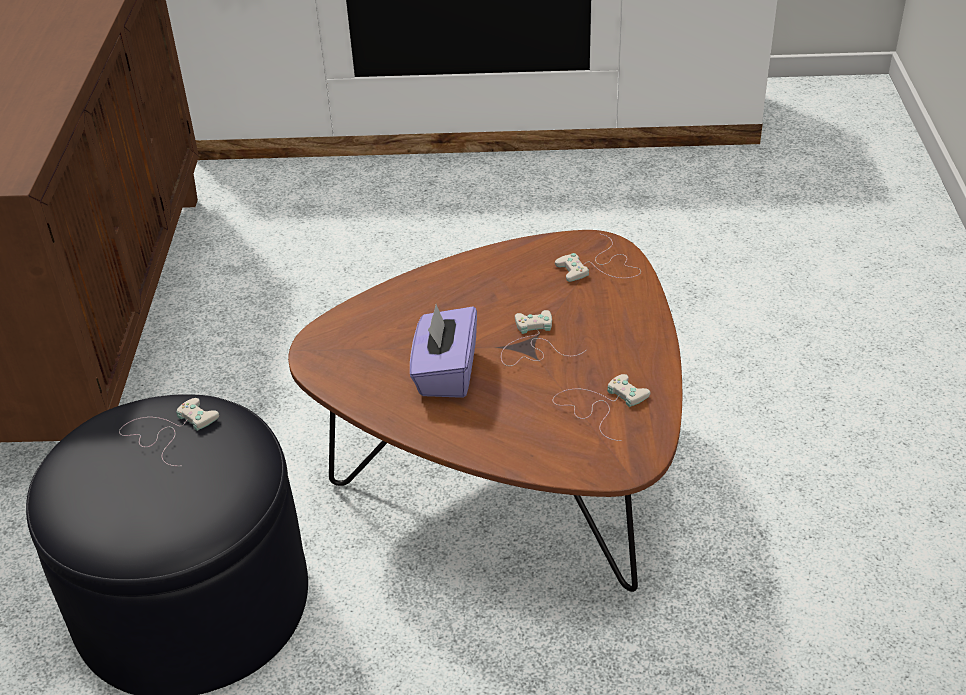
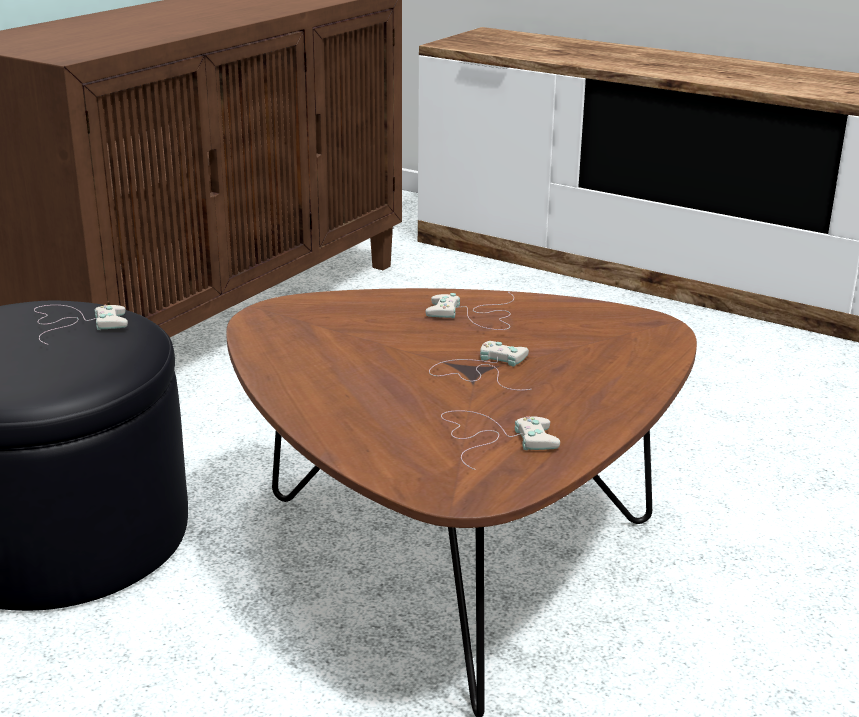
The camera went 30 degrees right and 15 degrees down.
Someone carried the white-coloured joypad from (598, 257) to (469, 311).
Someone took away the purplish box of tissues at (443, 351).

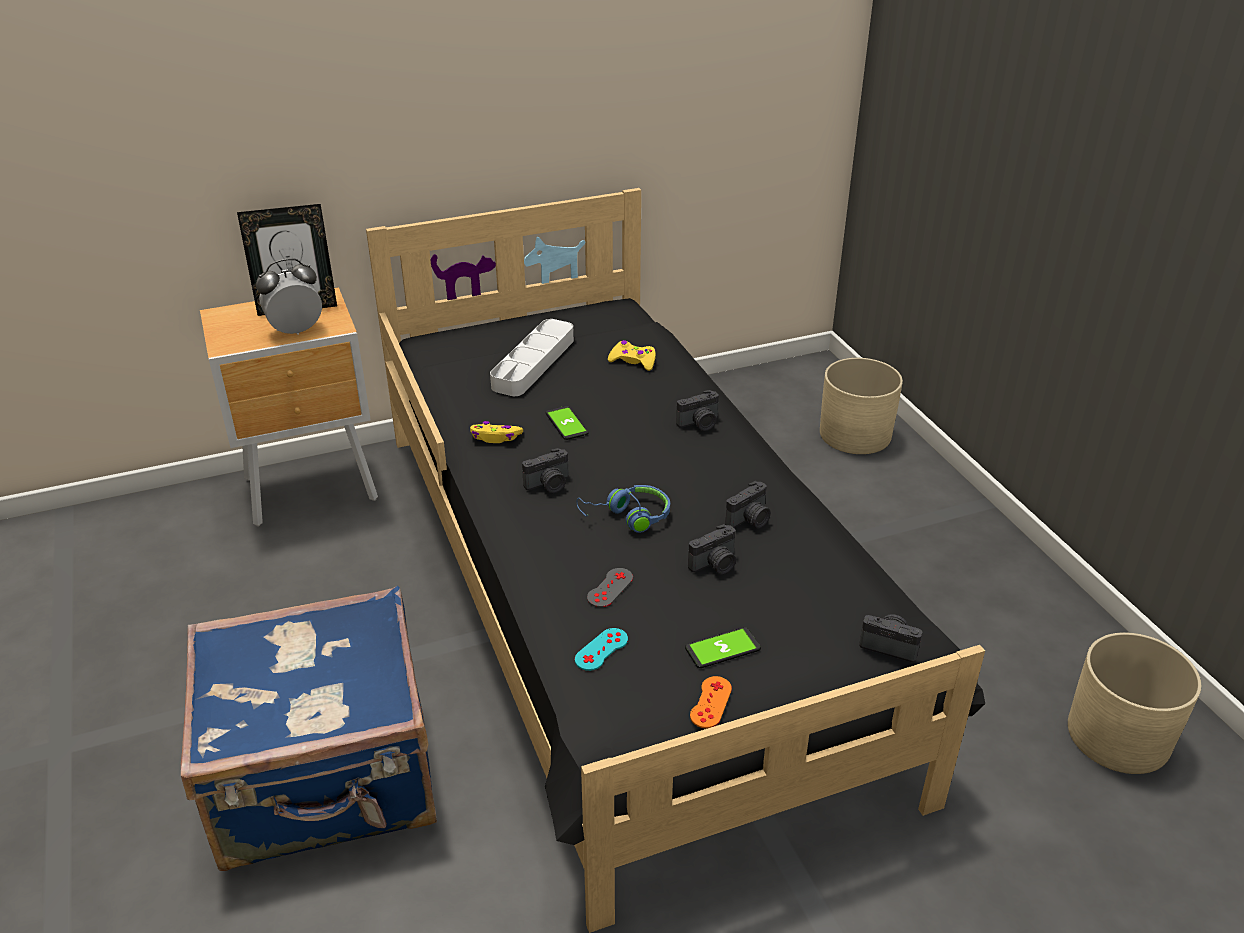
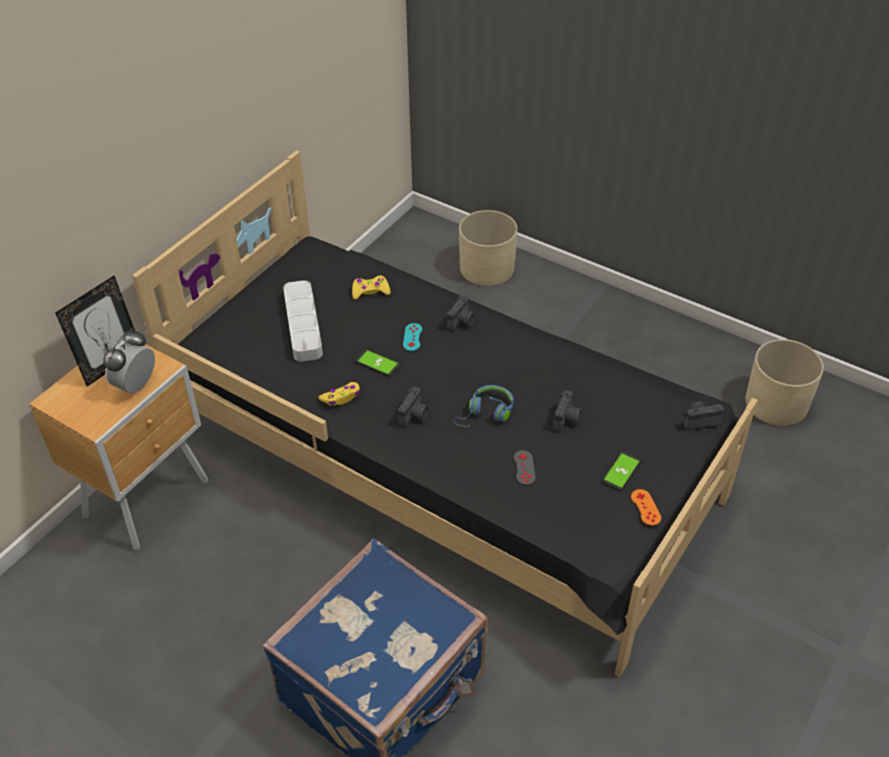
The camera went 35 degrees left and 10 degrees up.
Someone carried the blue-green joypad from (601, 649) to (412, 337).
Someone took away the still camera at (748, 505).

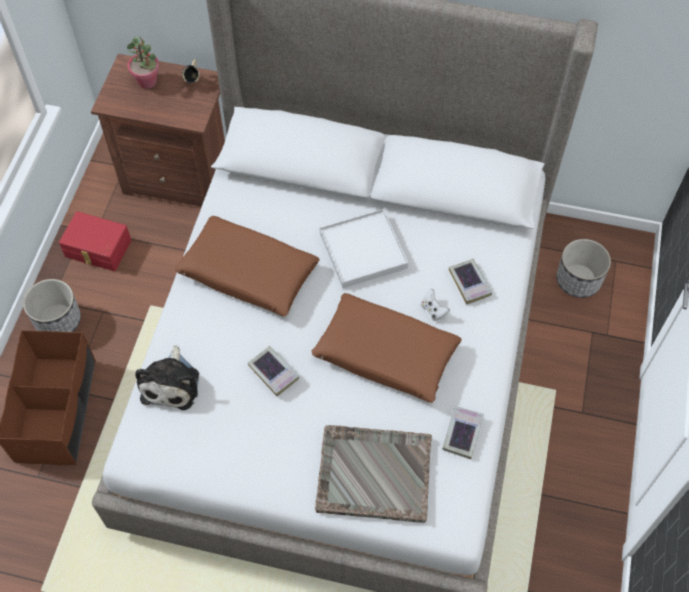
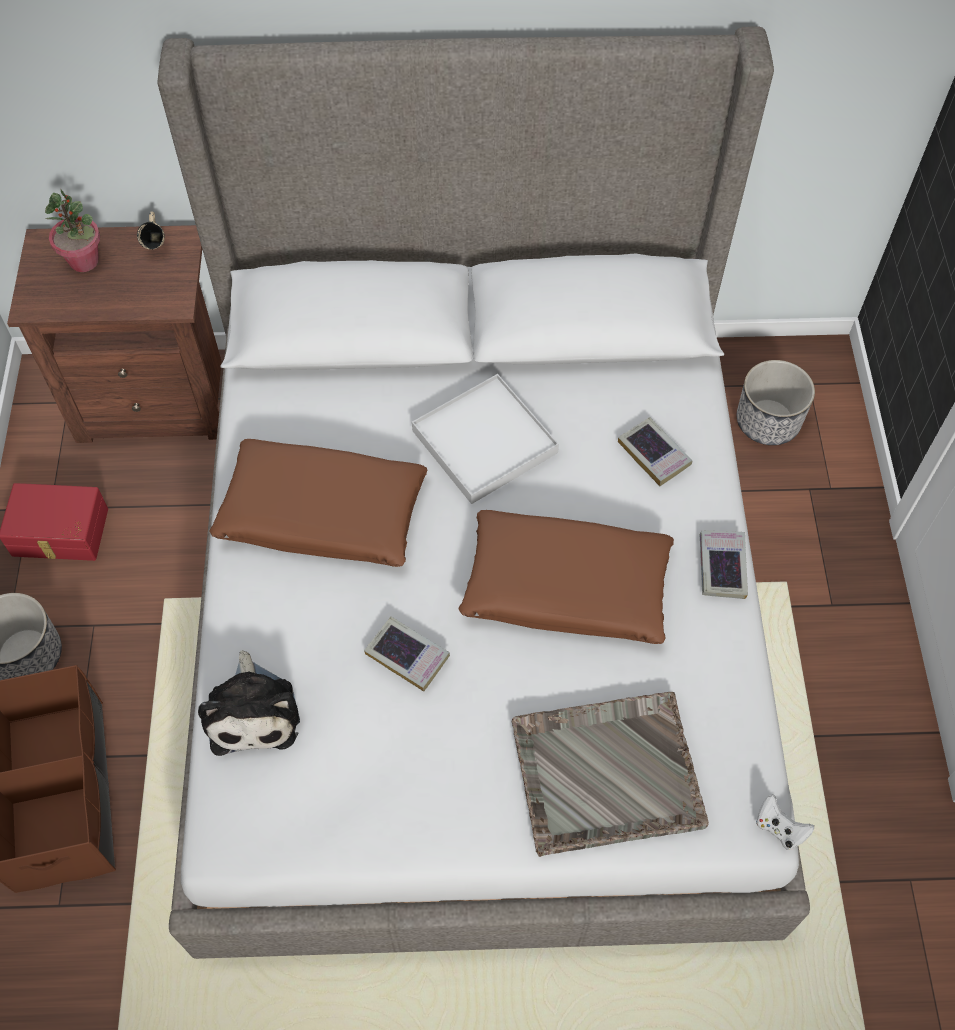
The camera went 15 degrees left and 0 degrees up.
Someone carried the book from (463, 432) to (724, 565).
Someone carried the white-coloured joypad from (435, 305) to (785, 822).

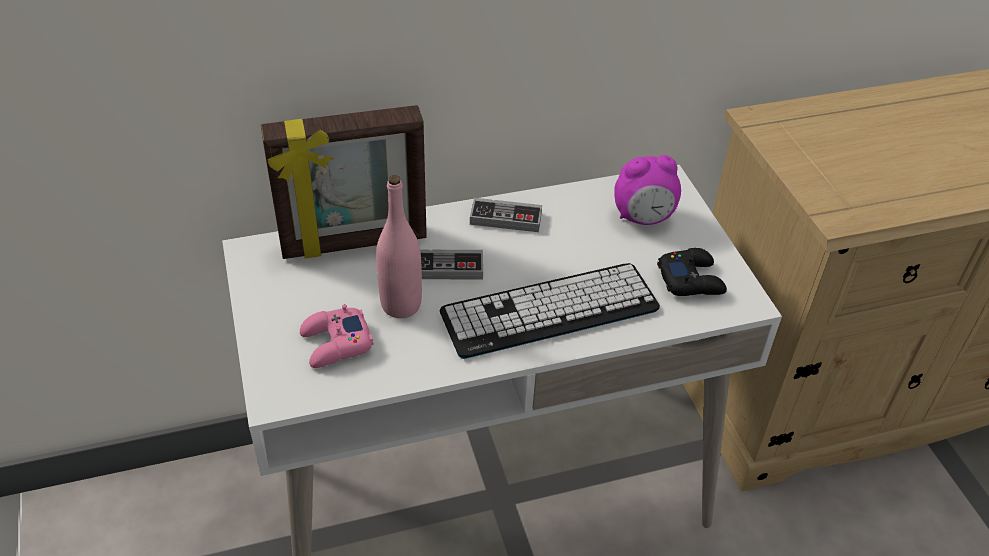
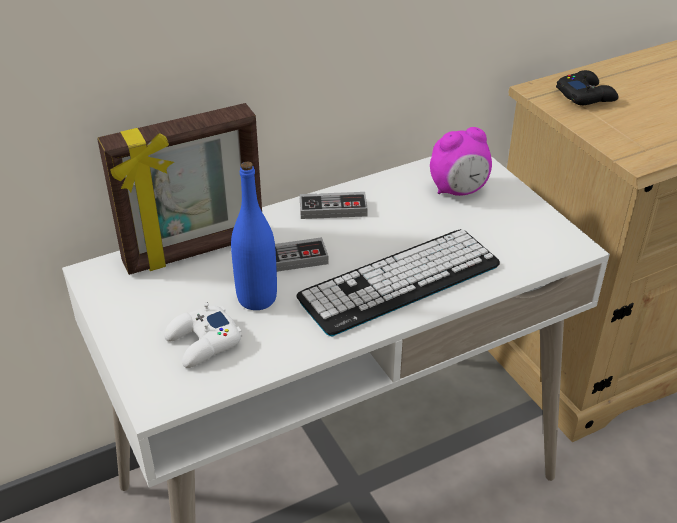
The camera went 10 degrees left and 5 degrees down.
Someone repainted the pinkish joypad at (337, 336), which became the white-coloured joypad at (203, 335).
Someone repainted the pinkish beverage bottle at (399, 246), which became the blue-coloured beverage bottle at (254, 235).
Someone carried the blackish joypad from (692, 272) to (587, 87).

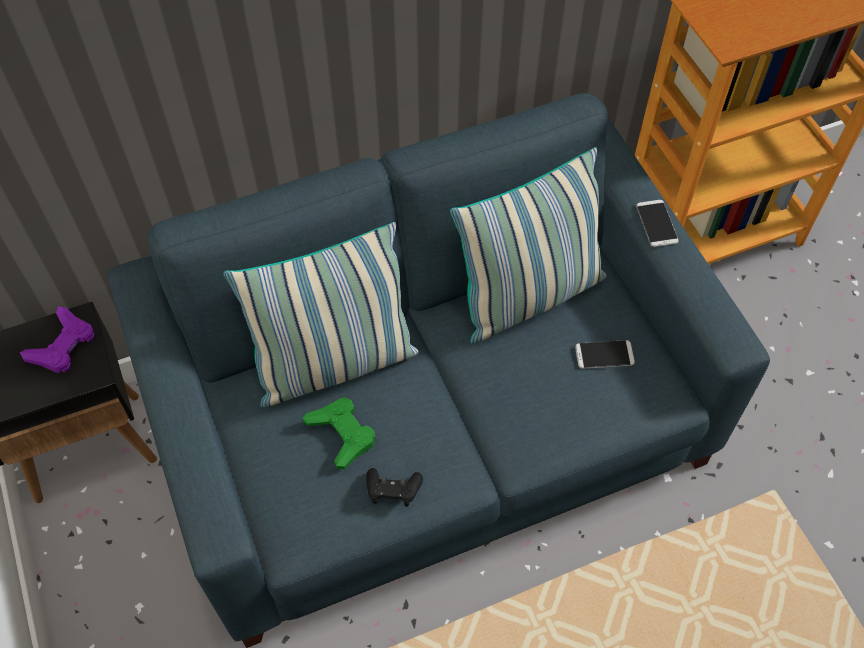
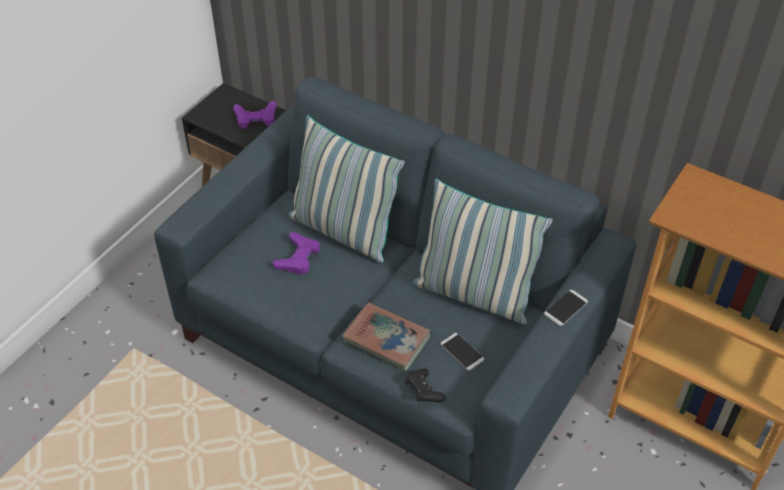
The camera went 55 degrees right and 10 degrees down.
Someone repainted the greenish joypad at (339, 433), which became the purplish joypad at (296, 253).
Someone put down the book at (386, 337).
Someone carried the blackish joypad from (394, 487) to (425, 385).

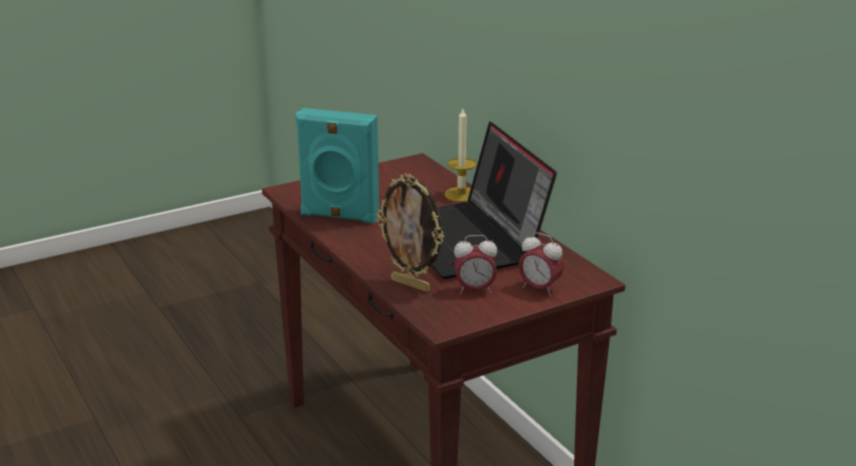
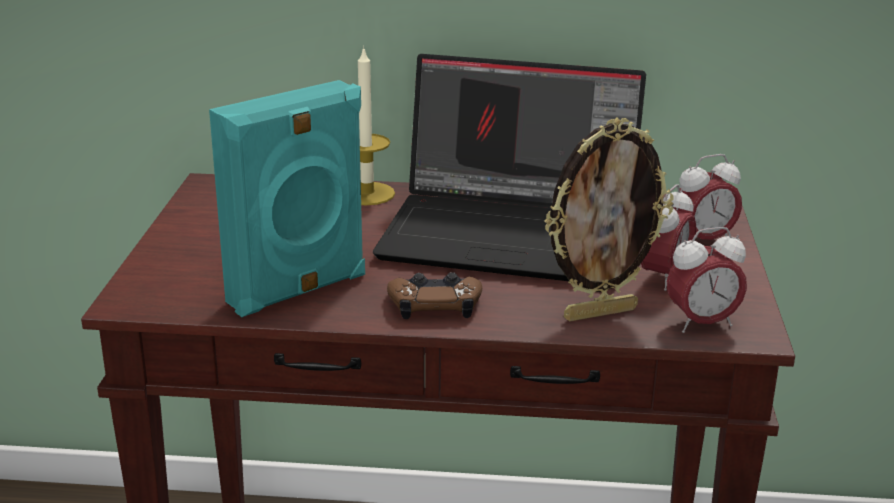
The camera went 55 degrees left and 0 degrees up.
Someone put down the brown joypad at (434, 295).
Someone put down the table clock at (707, 280).

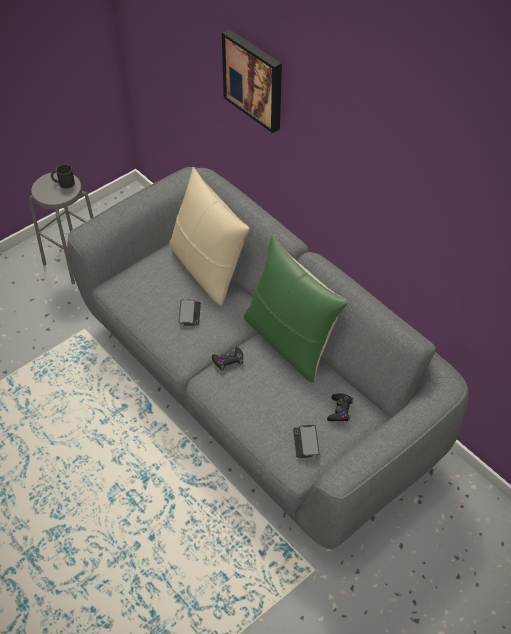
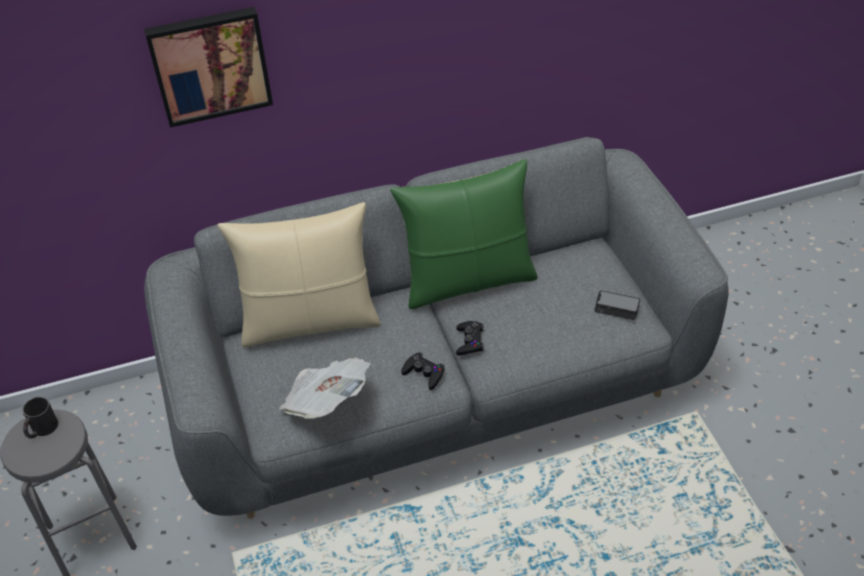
The camera went 65 degrees left and 5 degrees down.
Someone put down the daily paper at (324, 388).
Someone carried the blackish joypad from (340, 407) to (423, 371).
Someone took away the telephone at (189, 313).

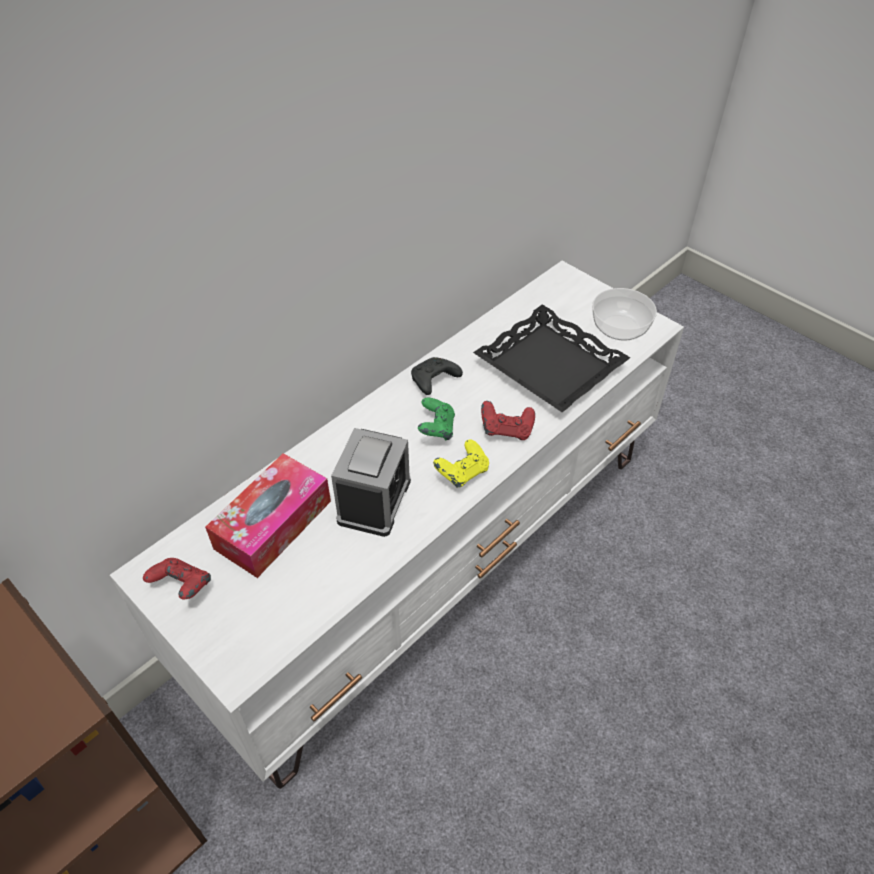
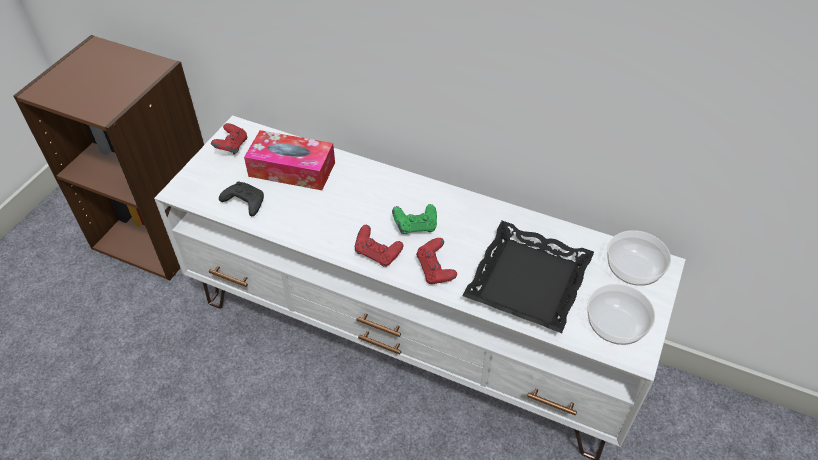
The camera went 70 degrees right and 0 degrees up.
Someone carried the blackish joypad from (437, 376) to (241, 198).
Someone repainted the yellow joypad at (461, 463), which became the reddish joypad at (379, 246).
Someone put down the deep dish at (639, 258).
Someone took away the table clock at (371, 482).

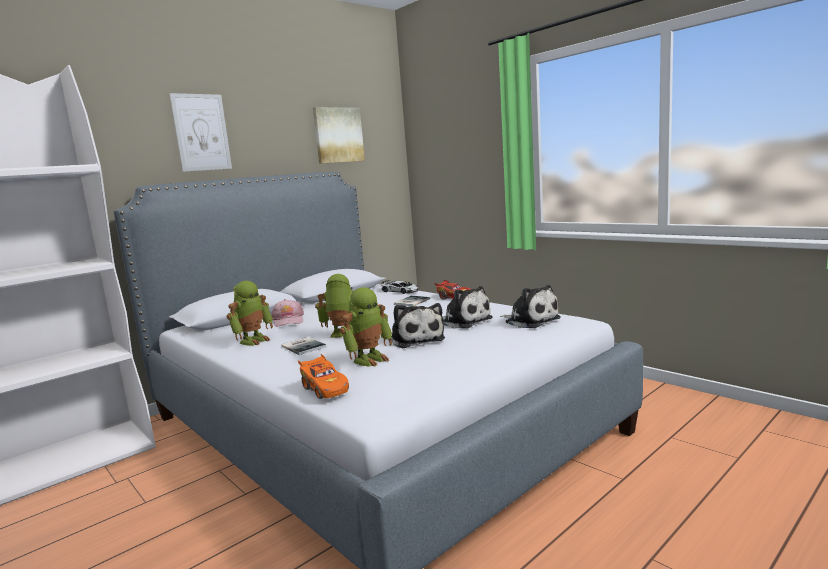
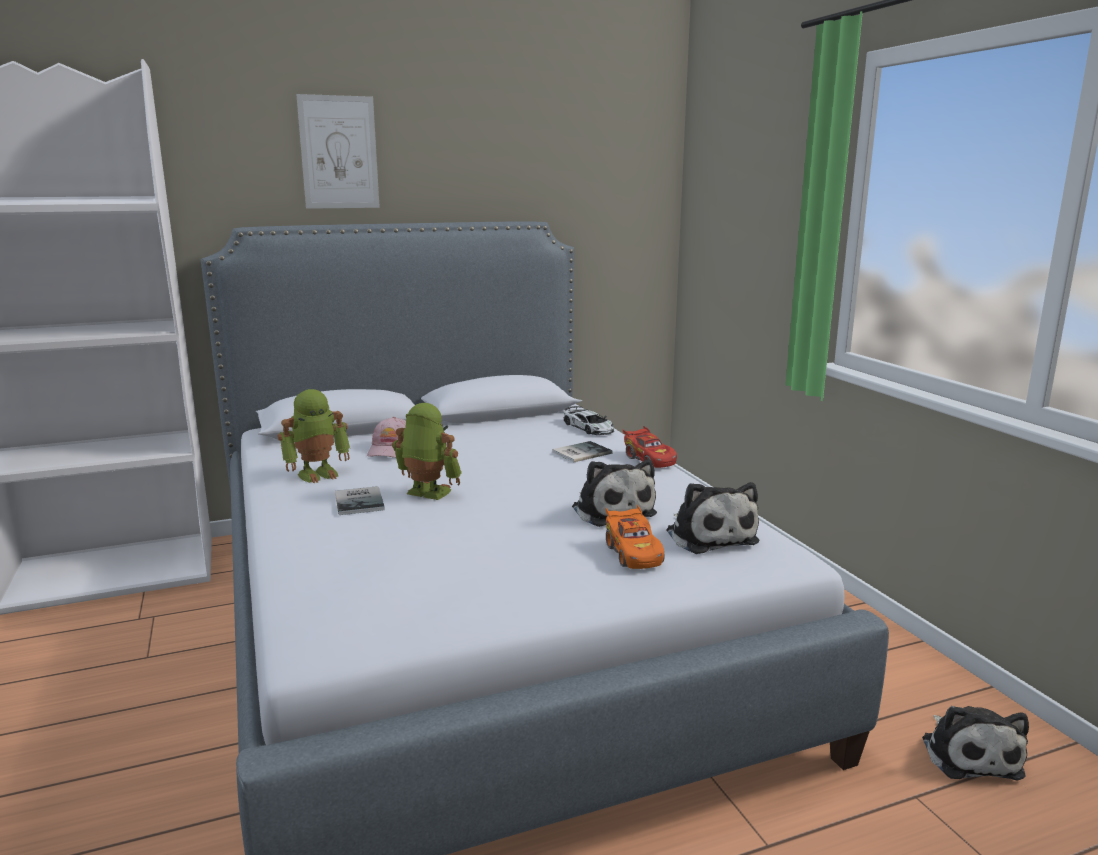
The camera went 20 degrees right and 5 degrees up.
Someone carried the orange-coloured miniature car from (323, 376) to (635, 537).
Someone carried the plush toy from (418, 325) to (975, 743).
Someone took away the wall picture at (339, 135).
Someone took away the robot figure at (366, 327).

